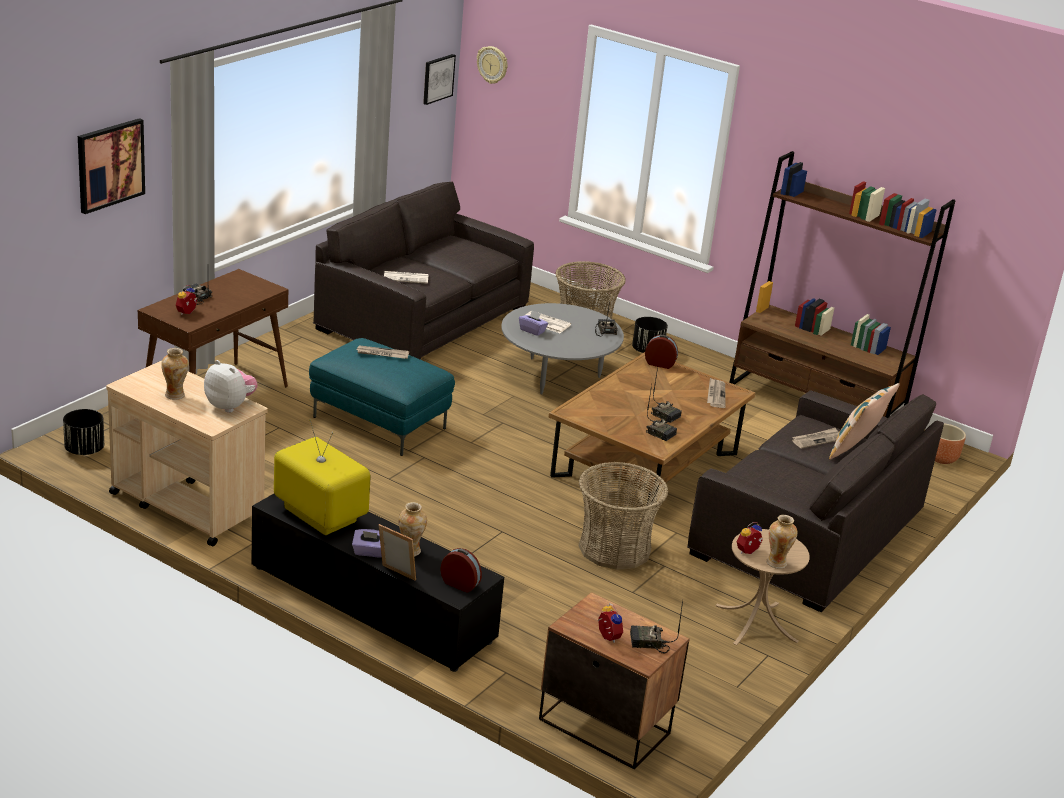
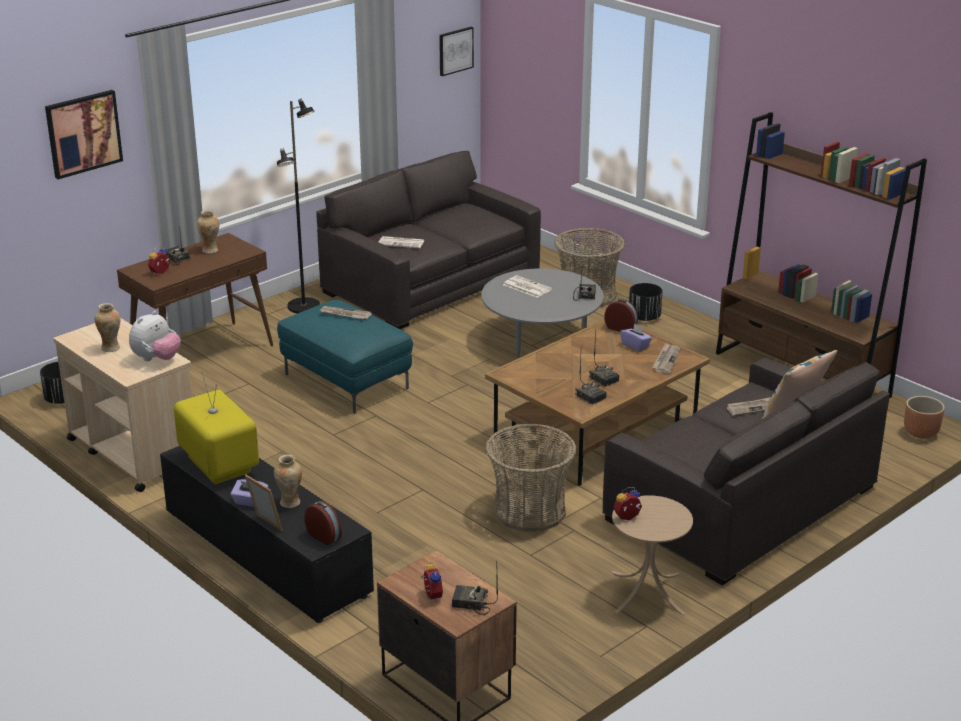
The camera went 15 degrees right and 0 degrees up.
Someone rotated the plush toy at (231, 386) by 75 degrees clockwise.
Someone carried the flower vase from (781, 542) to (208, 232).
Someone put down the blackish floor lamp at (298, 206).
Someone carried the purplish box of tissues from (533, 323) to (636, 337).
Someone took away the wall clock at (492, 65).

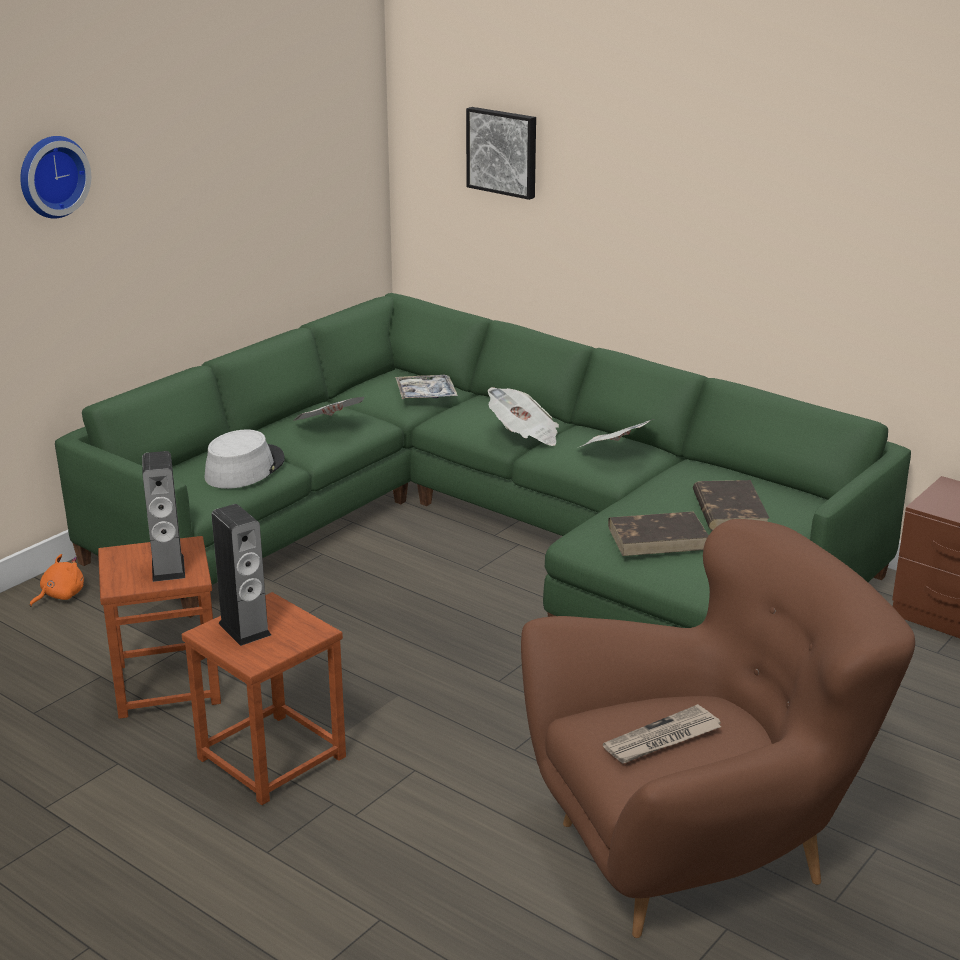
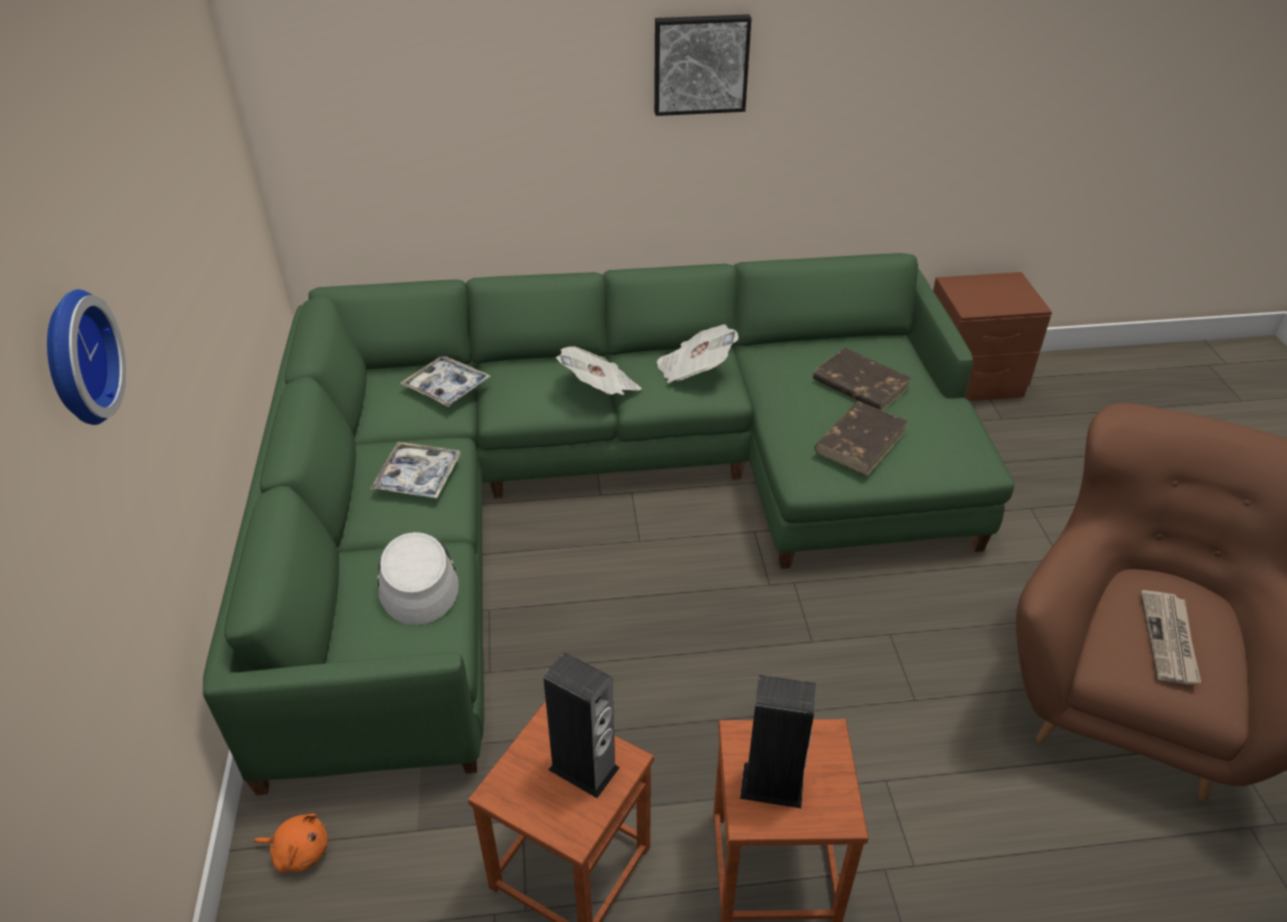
The camera went 45 degrees left and 15 degrees up.
Someone rotated the orange-coloured plush toy at (57, 580) by 105 degrees clockwise.
Someone swapped the daily paper at (329, 409) for the carrying tray at (415, 470).
Someone carried the wall picture from (501, 153) to (703, 65).

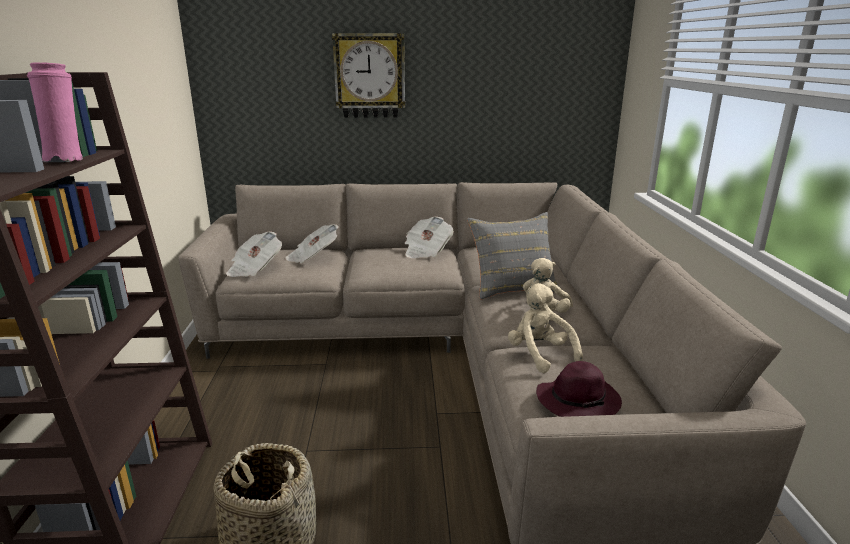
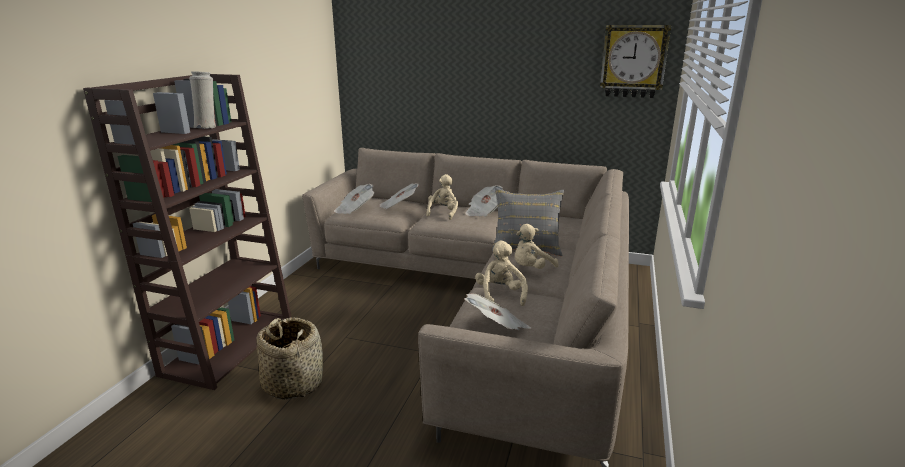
The camera went 20 degrees right and 0 degrees up.
Someone repainted the pinkish flower vase at (55, 112), which became the white-coloured flower vase at (202, 100).
Someone put down the beige plush toy at (442, 197).
Someone swapped the purplish clothing hat at (579, 389) for the daily paper at (497, 312).
Someone carried the wall clock from (368, 75) to (635, 61).

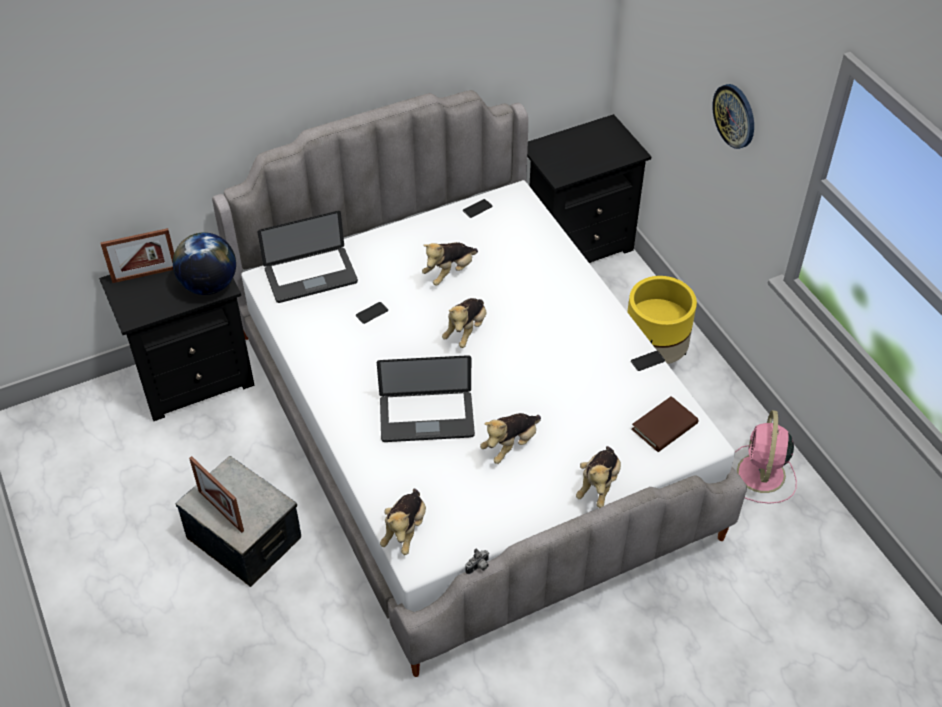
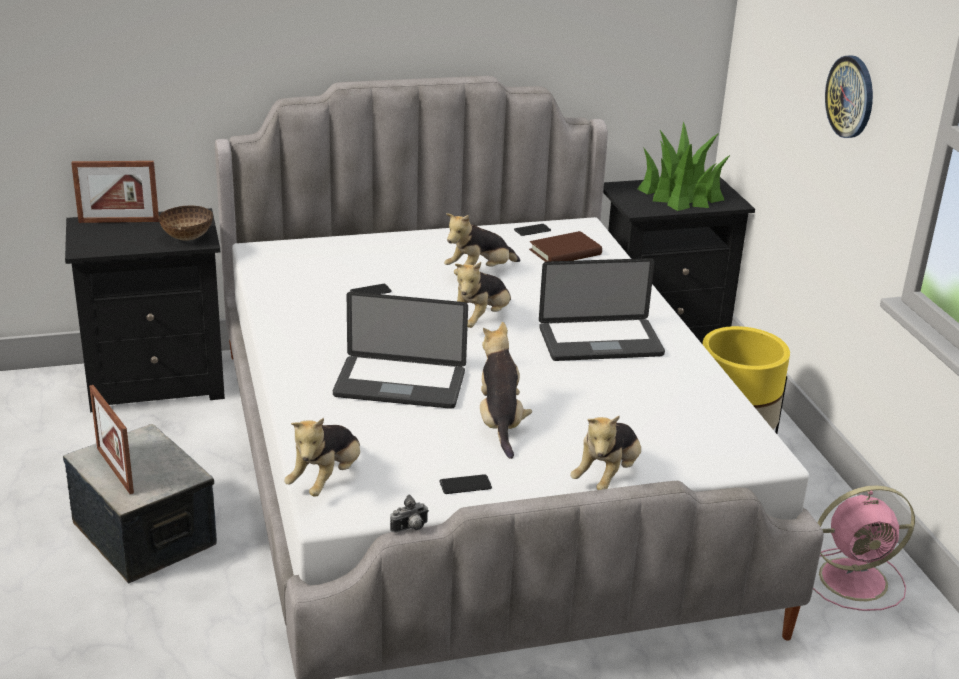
The camera went 10 degrees right and 20 degrees down.
Someone swapped the world globe at (204, 263) for the deep dish at (185, 222).
Someone carried the telephone from (648, 361) to (465, 484).
Someone rotated the plush toy at (510, 438) by 120 degrees clockwise.
Someone carried the brown book from (664, 424) to (565, 246).
Someone carried the portable computer from (308, 257) to (602, 309).
Someone put down the plant in a pot at (683, 166).
Someone rotated the pinkish fan at (766, 457) by 120 degrees counterclockwise.

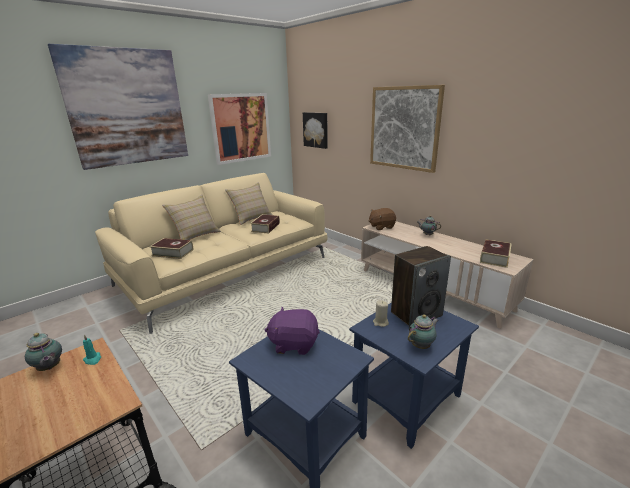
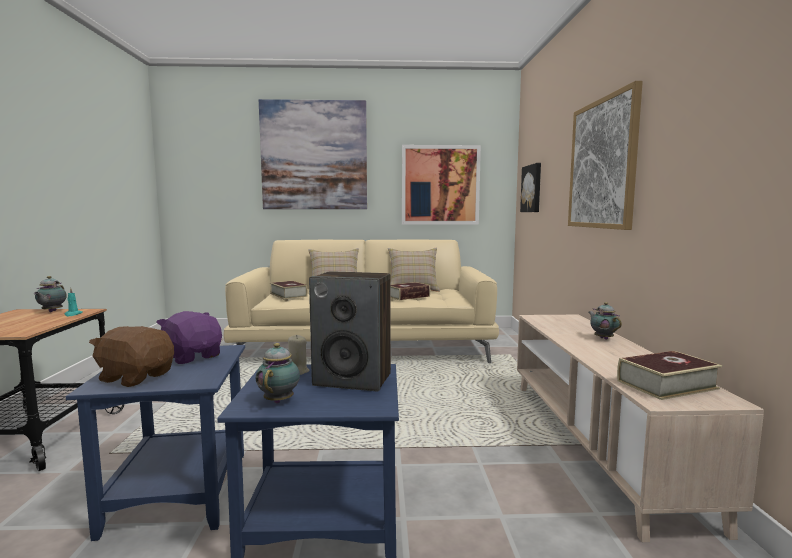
The camera went 40 degrees right and 15 degrees down.
Someone carried the brown plush toy from (382, 219) to (131, 356).
Someone rotated the teapot at (423, 331) by 90 degrees counterclockwise.

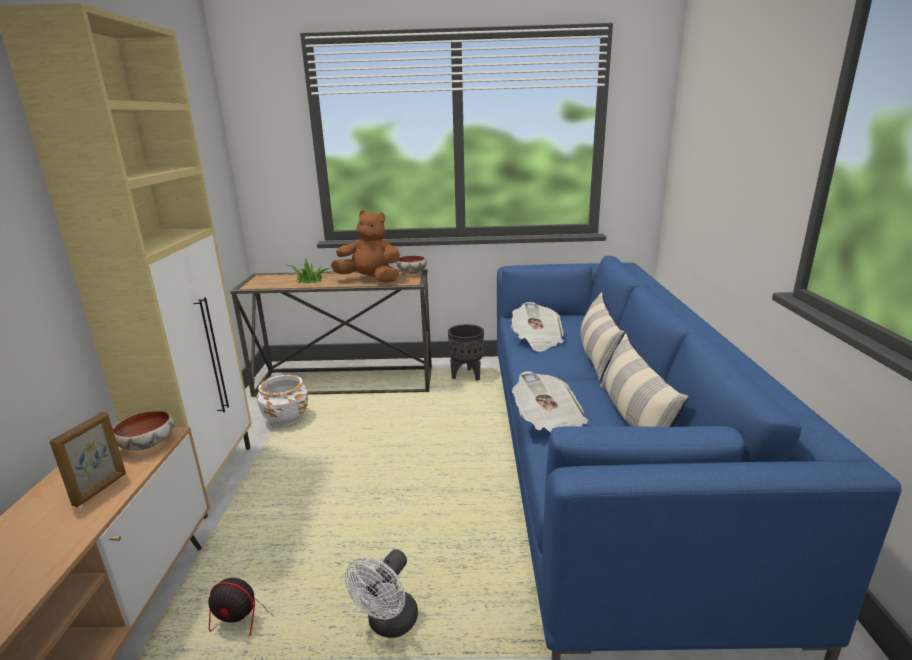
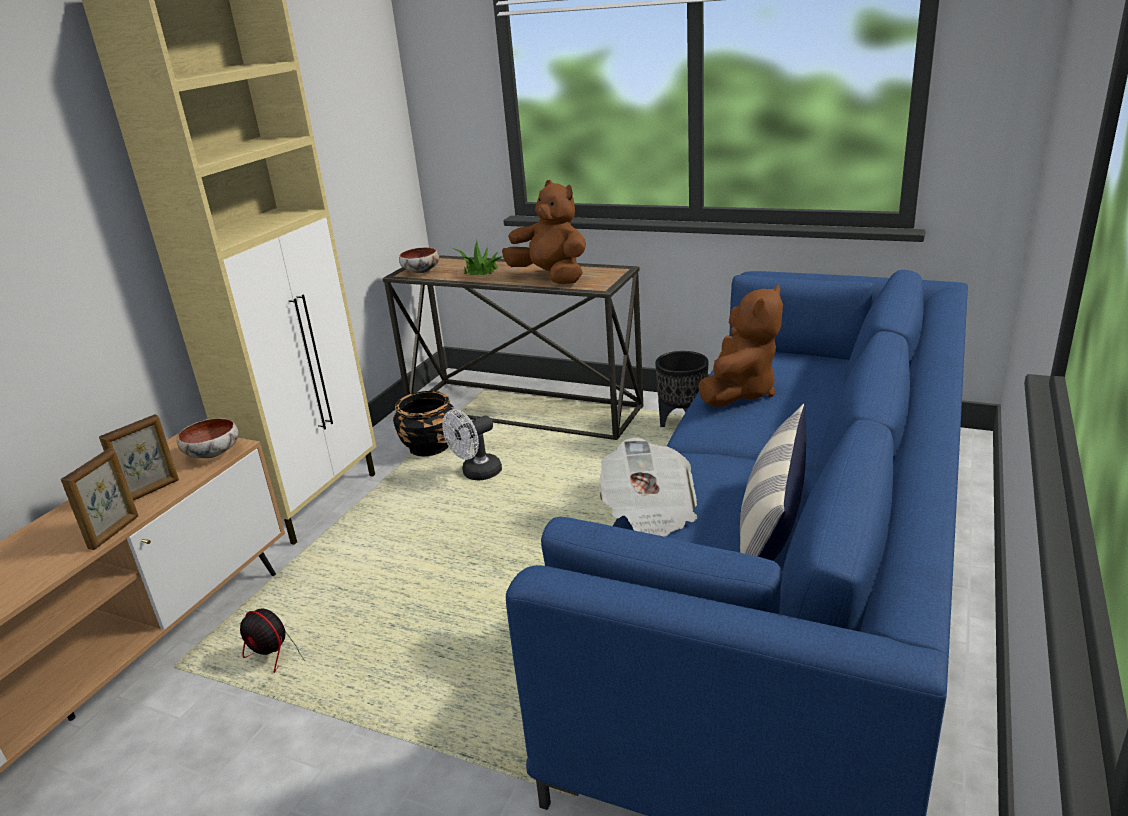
The camera went 25 degrees right and 5 degrees up.
Someone put down the standing frame at (99, 499).
Someone repainted the white-coloured planter at (282, 401), which became the blackish planter at (424, 423).
Someone carried the deep dish from (412, 265) to (419, 260).
Someone carried the white-coloured fan from (381, 593) to (472, 444).
Someone swapped the daily paper at (537, 327) for the brown plush toy at (740, 345).
Someone took away the pillow at (603, 336).

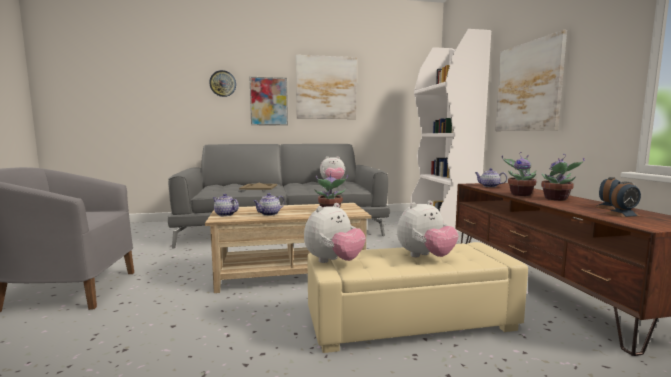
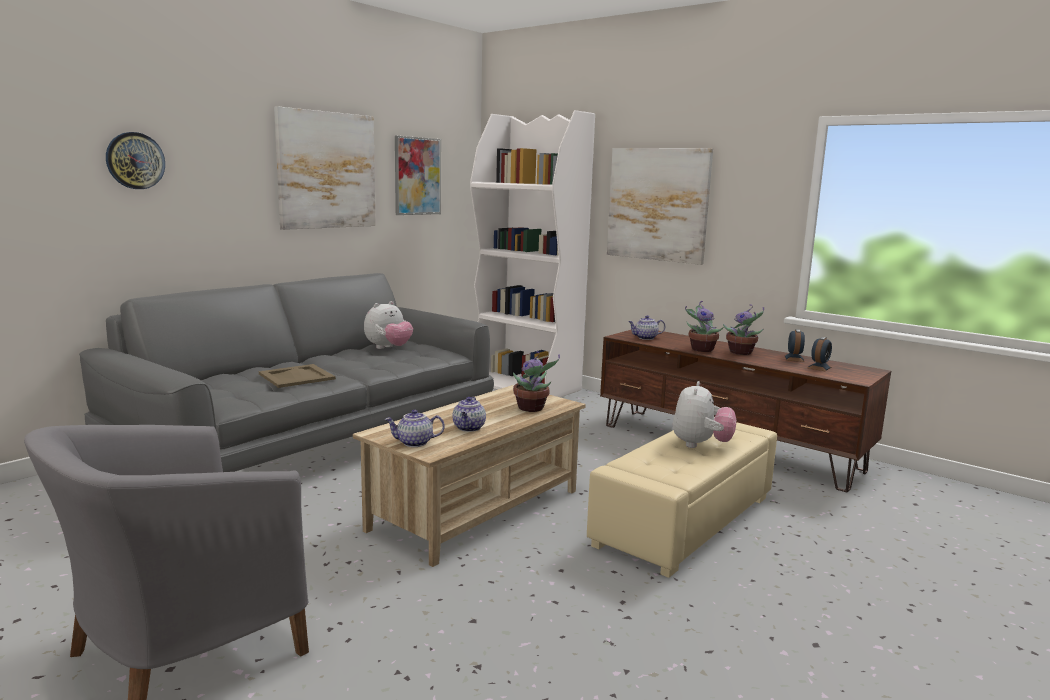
The camera went 40 degrees left and 5 degrees up.
Someone carried the wall picture from (268, 101) to (418, 175).
Someone took away the plush toy at (335, 233).

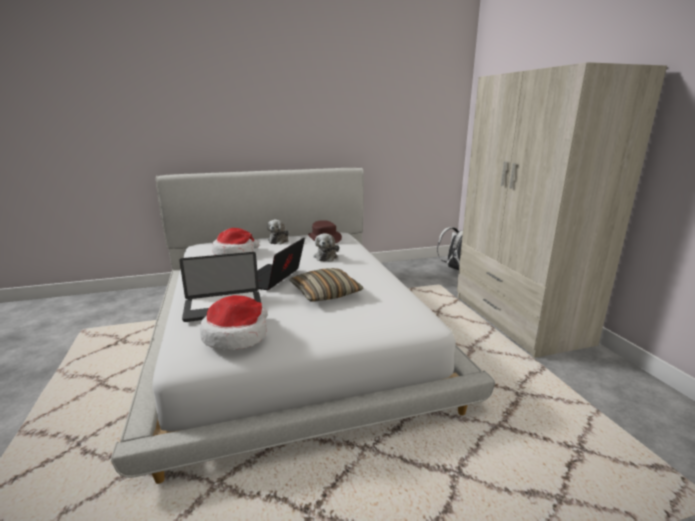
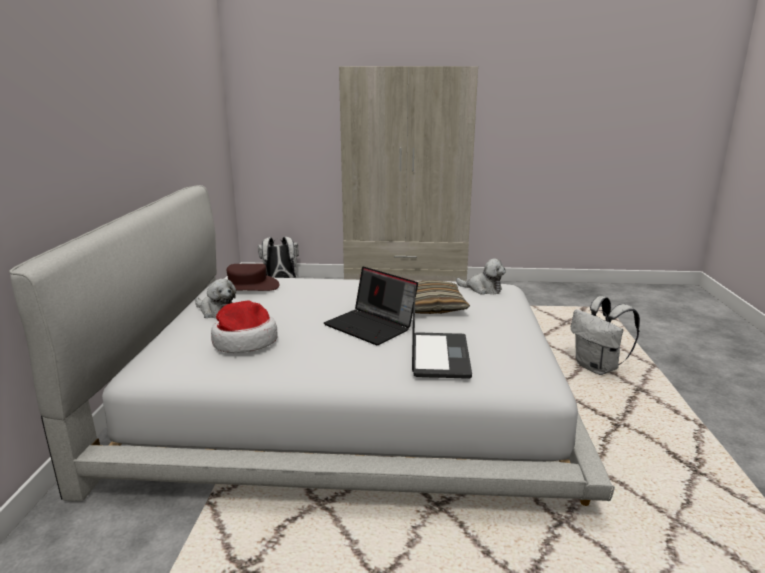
The camera went 70 degrees left and 0 degrees up.
Someone carried the plush toy from (326, 247) to (481, 276).
Someone put down the white-coloured rucksack at (605, 335).
Someone took away the clothing hat at (233, 322).

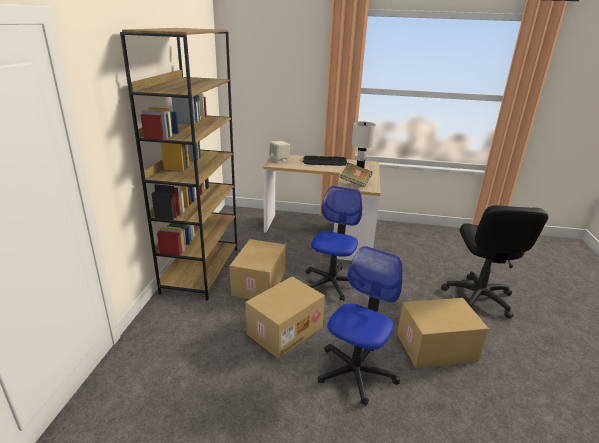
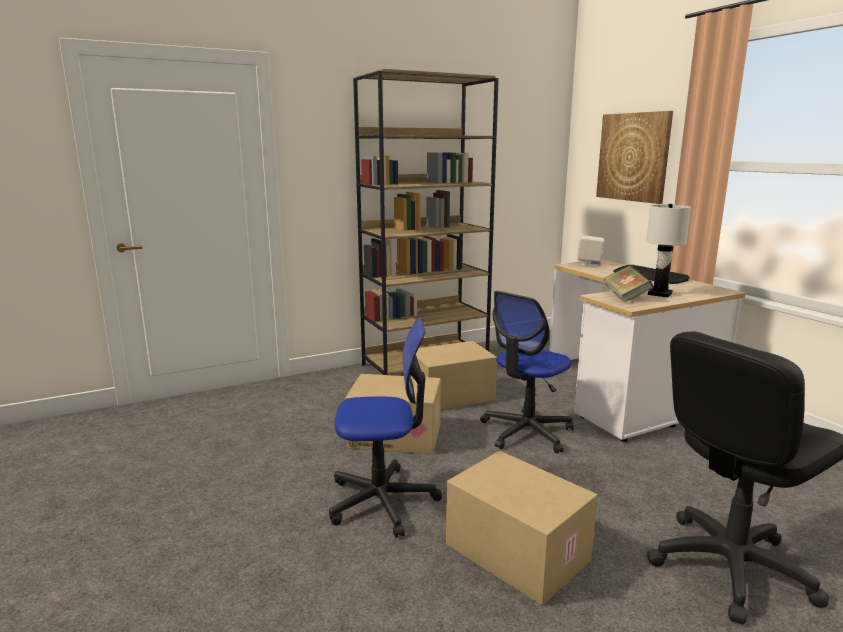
The camera went 55 degrees right and 10 degrees down.
Someone rotated the office chair at (333, 243) by 150 degrees clockwise.
Someone put up the wall picture at (634, 157).

